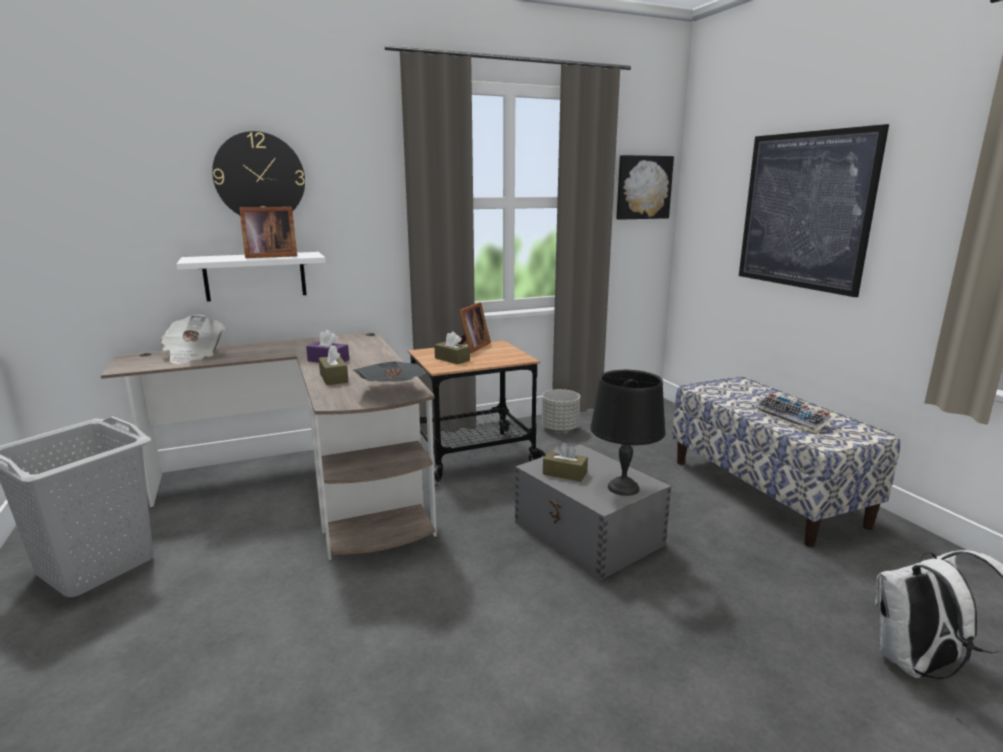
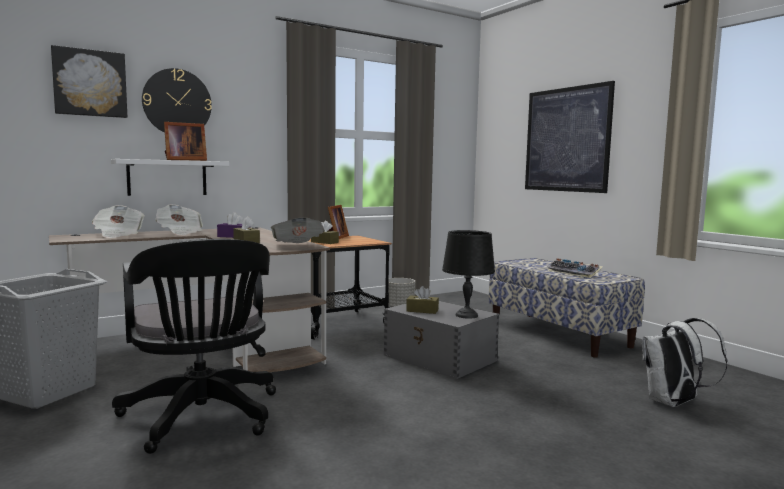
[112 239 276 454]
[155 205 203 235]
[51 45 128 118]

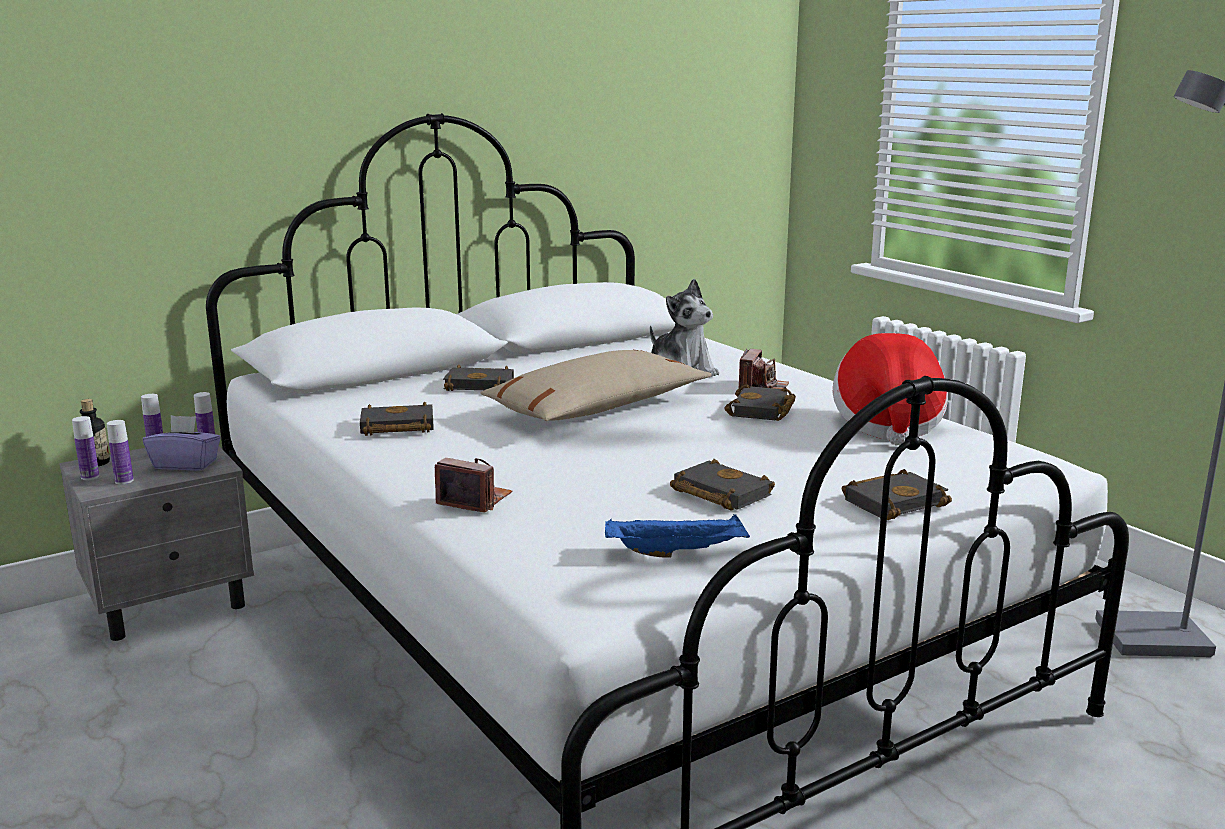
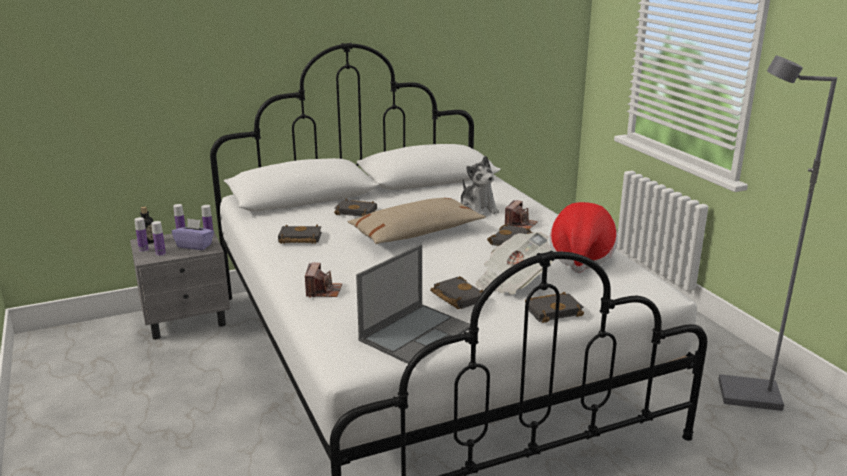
[476 232 554 295]
[356 244 470 364]
[305 262 342 298]

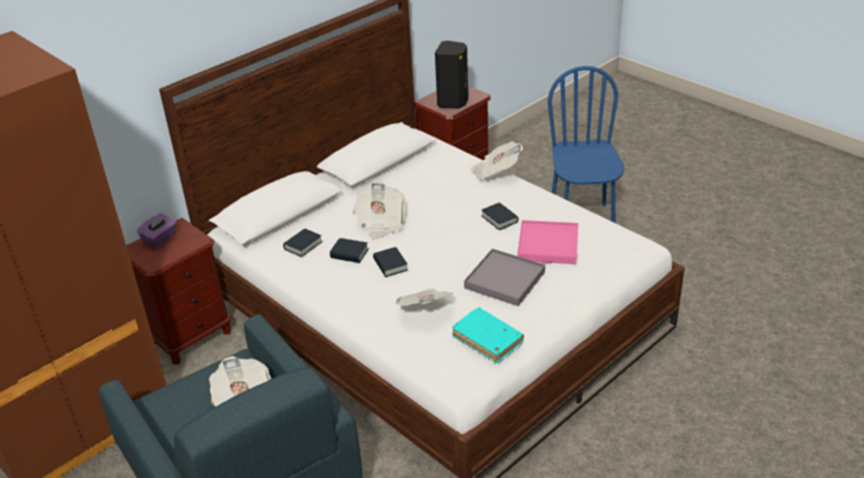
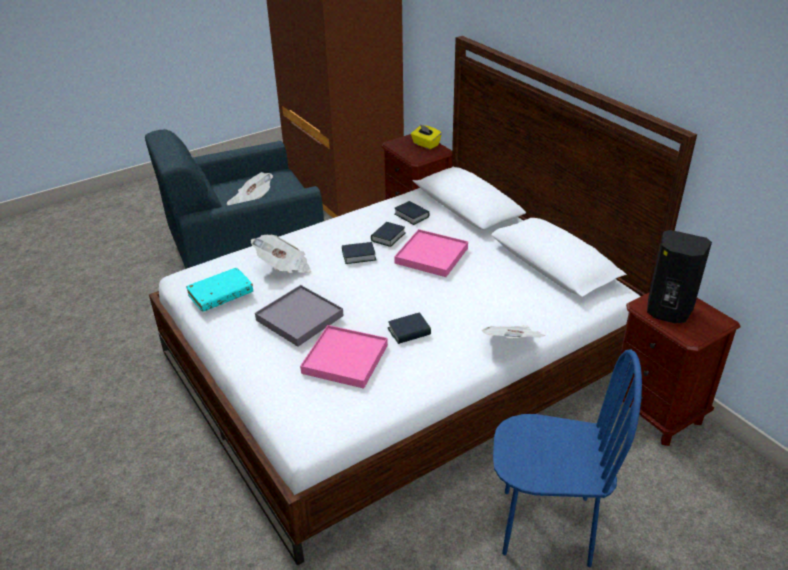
[394 229 468 277]
[411 124 442 149]

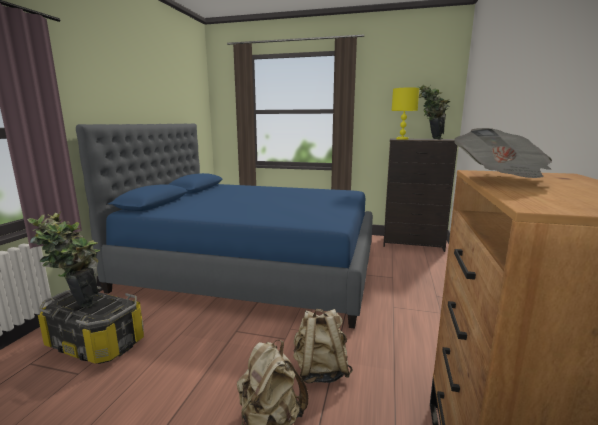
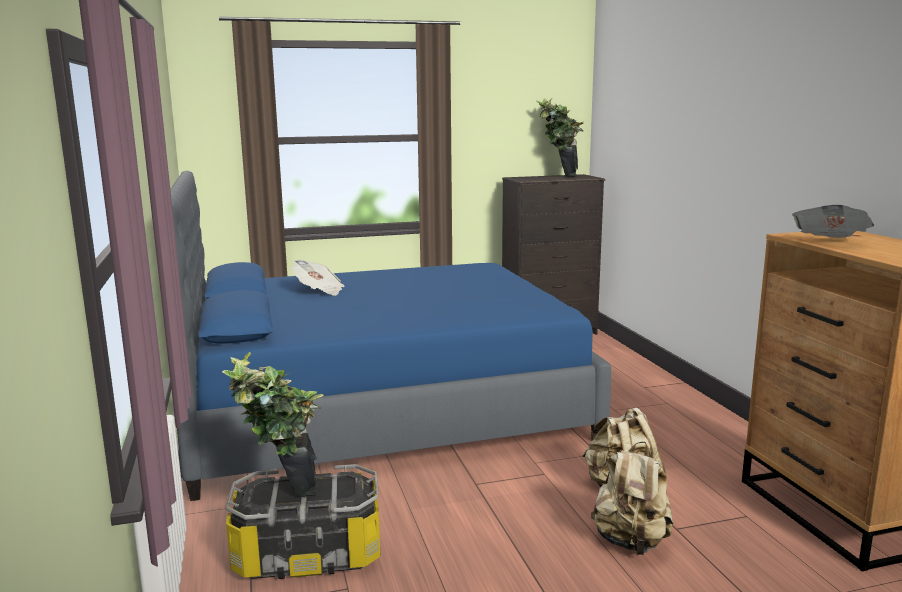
[392 87 419 140] (first image)
[291 260 345 296]

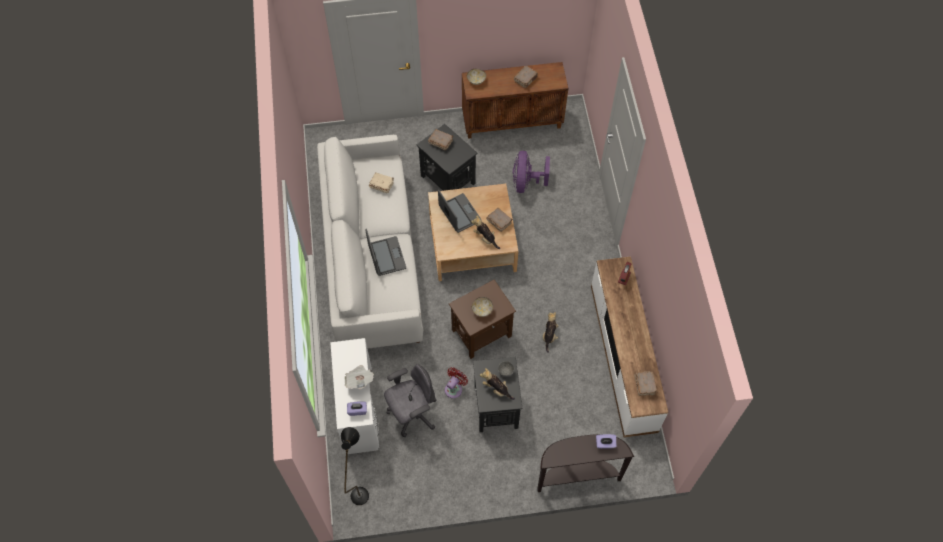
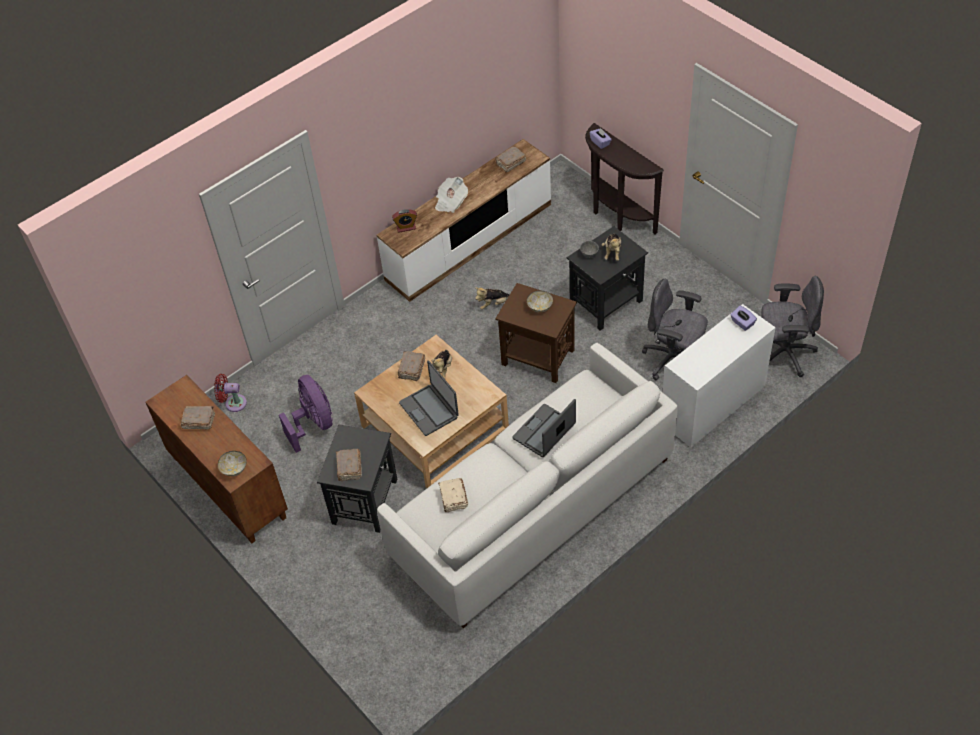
[435 177 468 213]
[214 374 247 412]
[761 276 824 377]
[399 360 459 436]
[279 375 332 453]

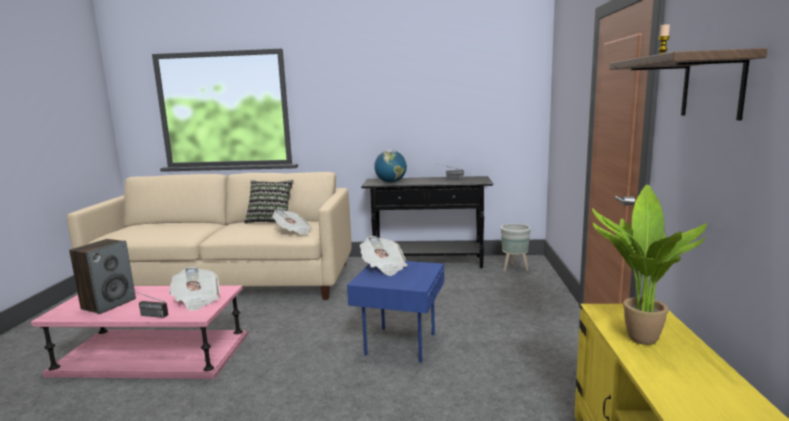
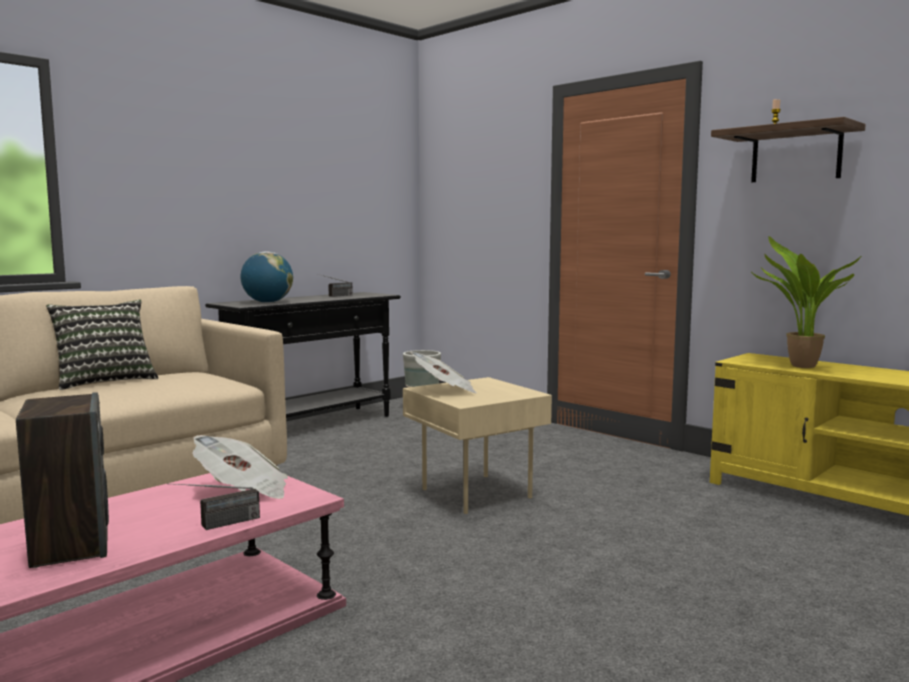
[272 210 312 235] (first image)
[403 377 552 514]

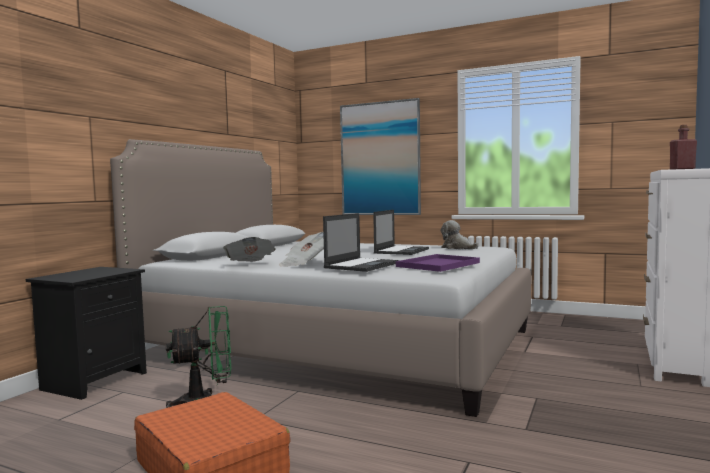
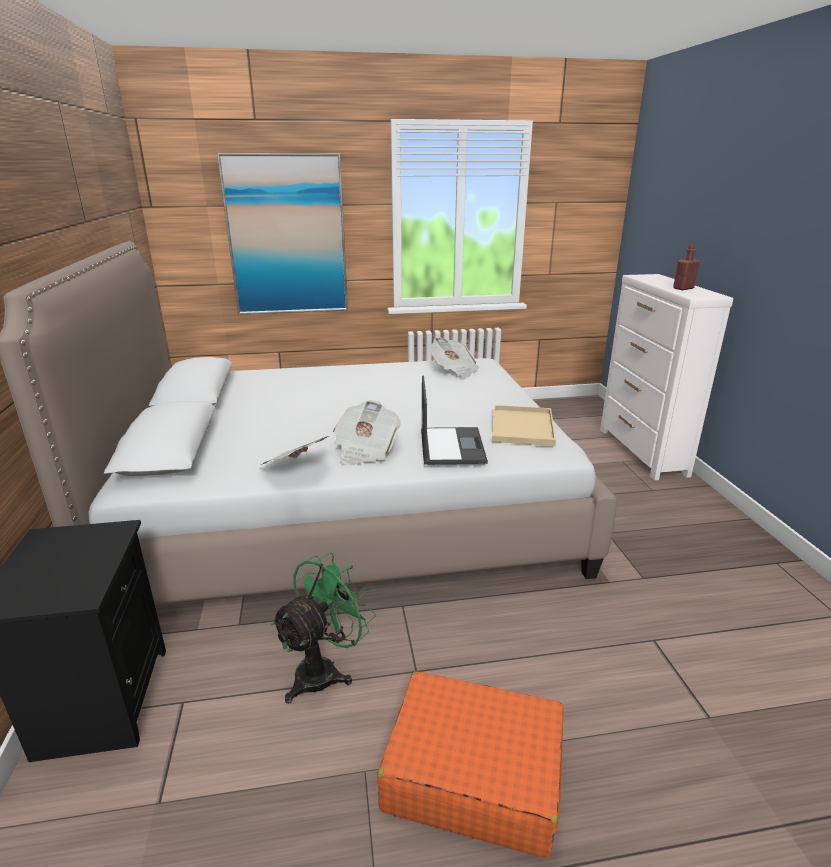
[373 210 429 255] (first image)
[429 337 479 378]
[492 405 556 446]

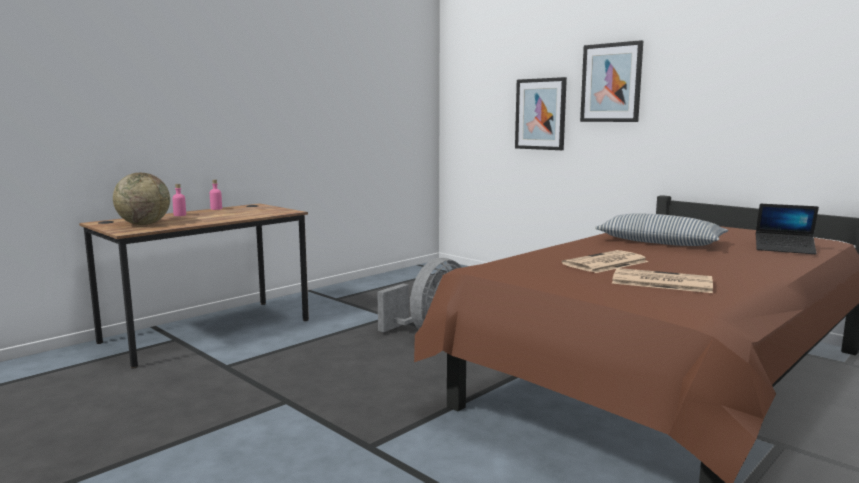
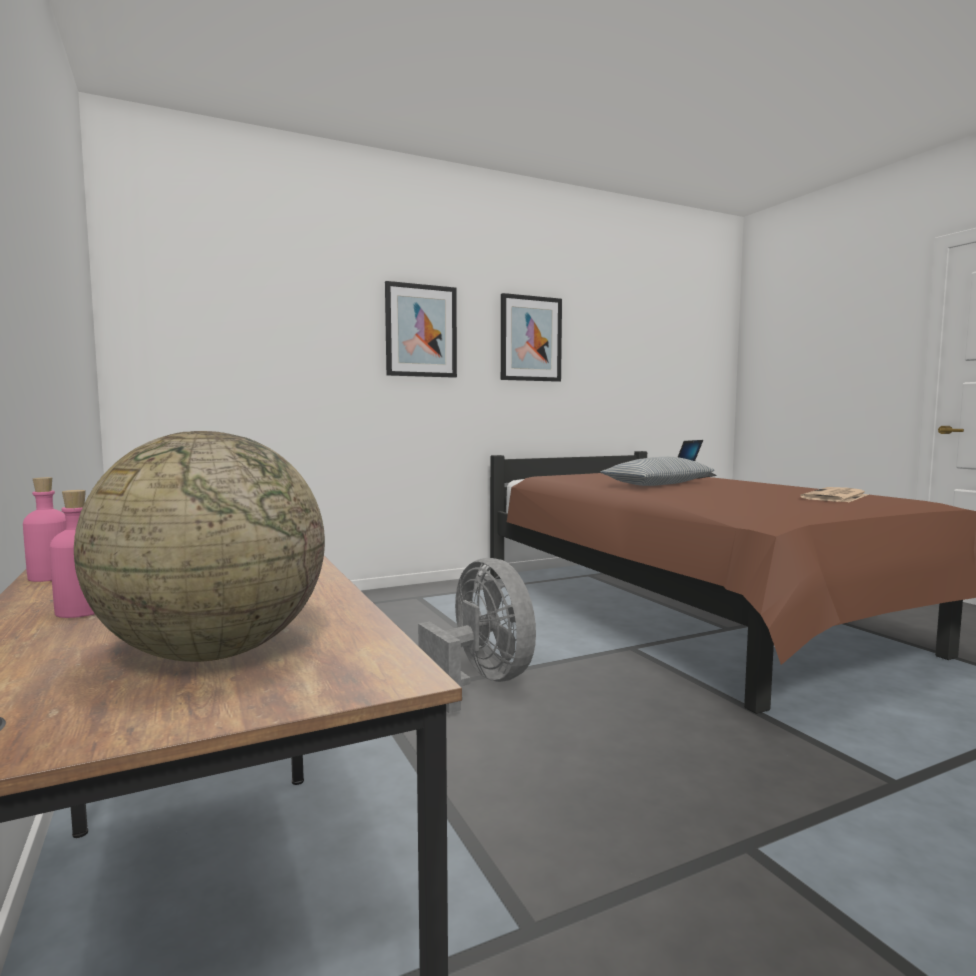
[562 250 649 273] (first image)
[501 293 562 382]

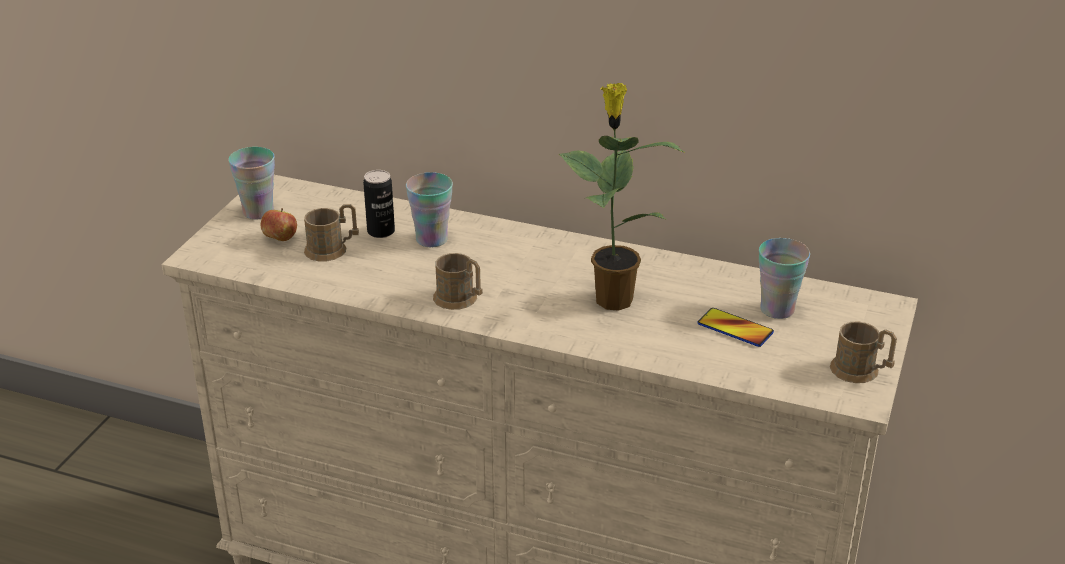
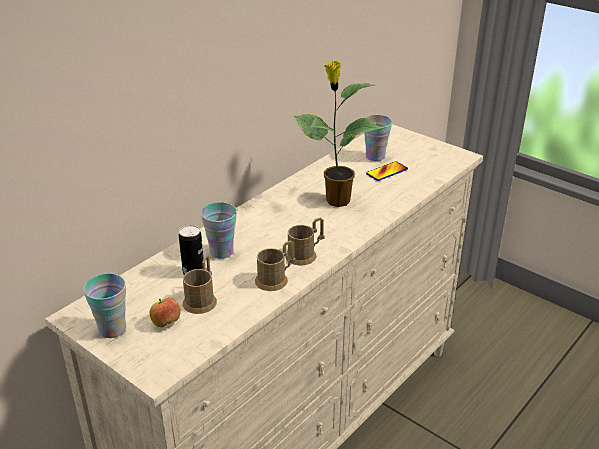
[255 240 296 291]

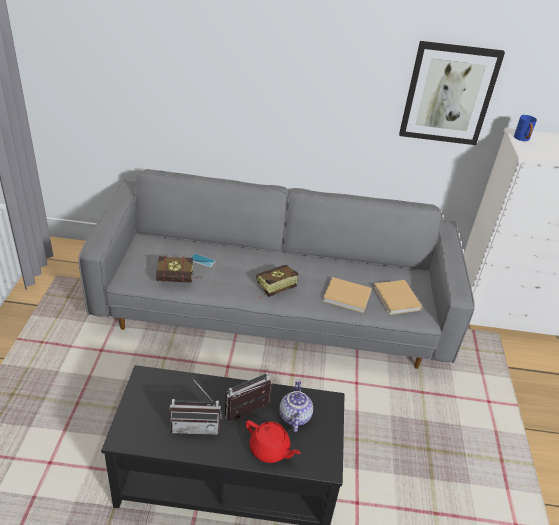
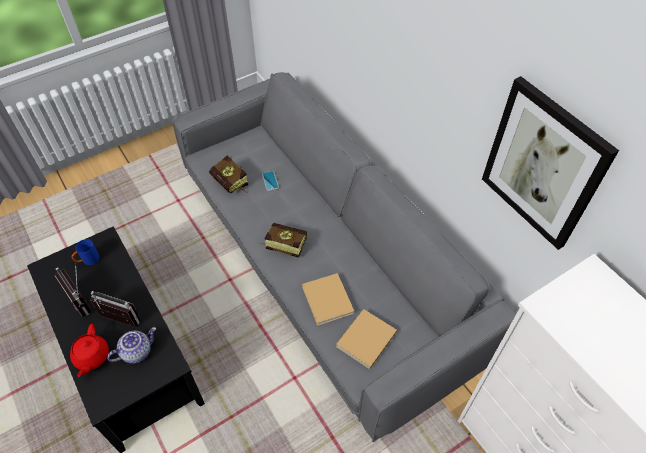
[72 239 99 265]

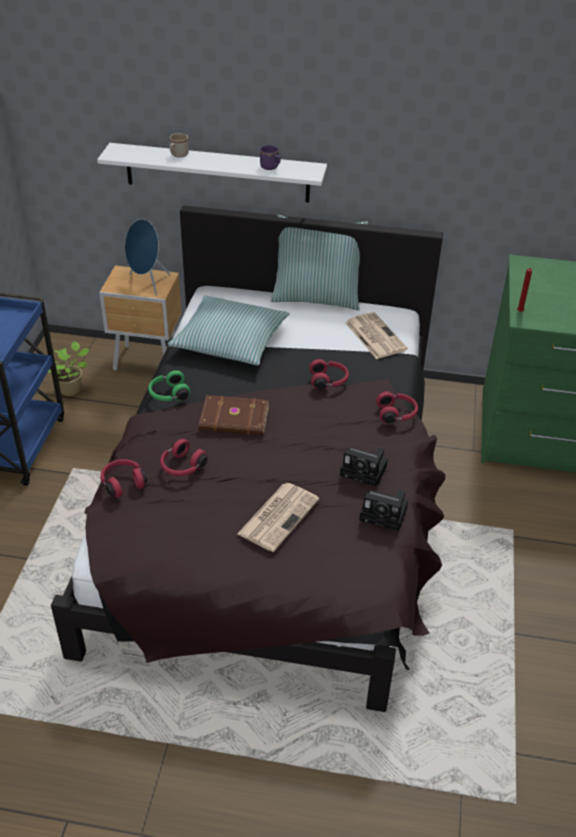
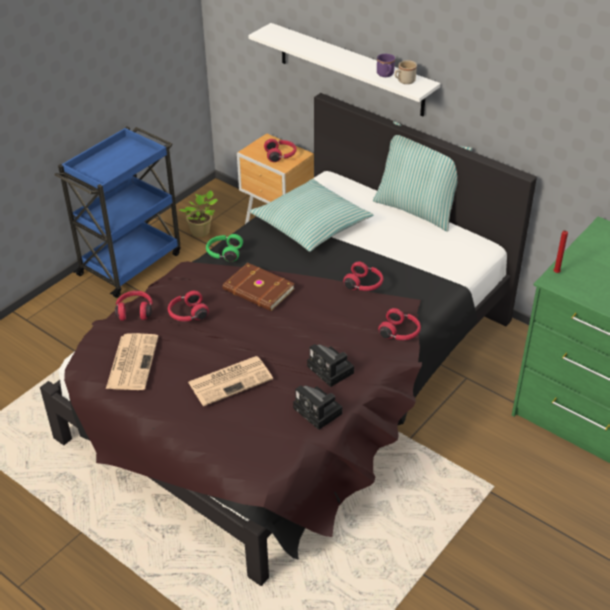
[395 60 417 84]
[106 333 158 390]
[264 139 297 162]

